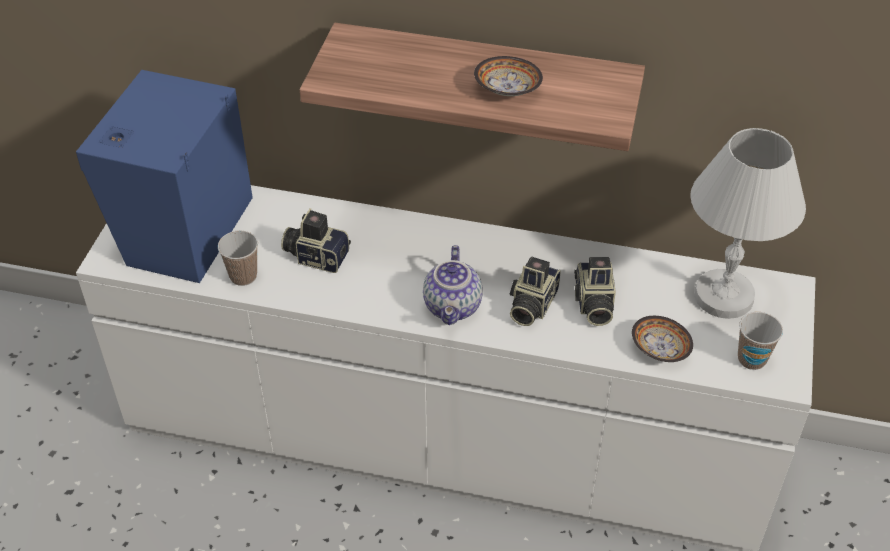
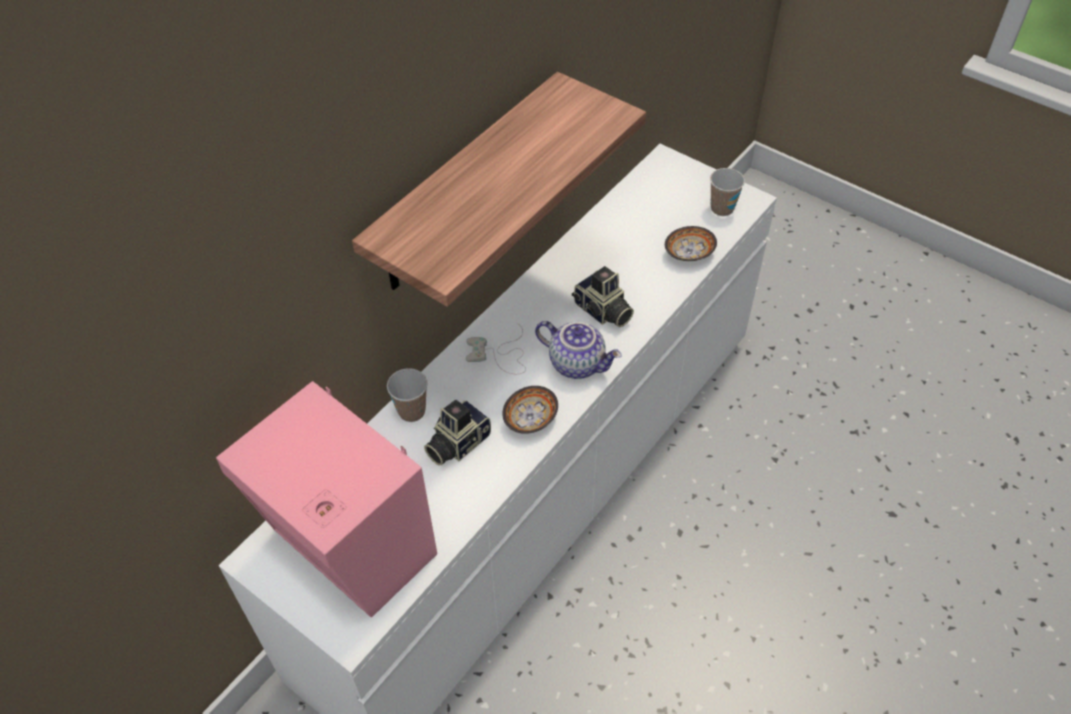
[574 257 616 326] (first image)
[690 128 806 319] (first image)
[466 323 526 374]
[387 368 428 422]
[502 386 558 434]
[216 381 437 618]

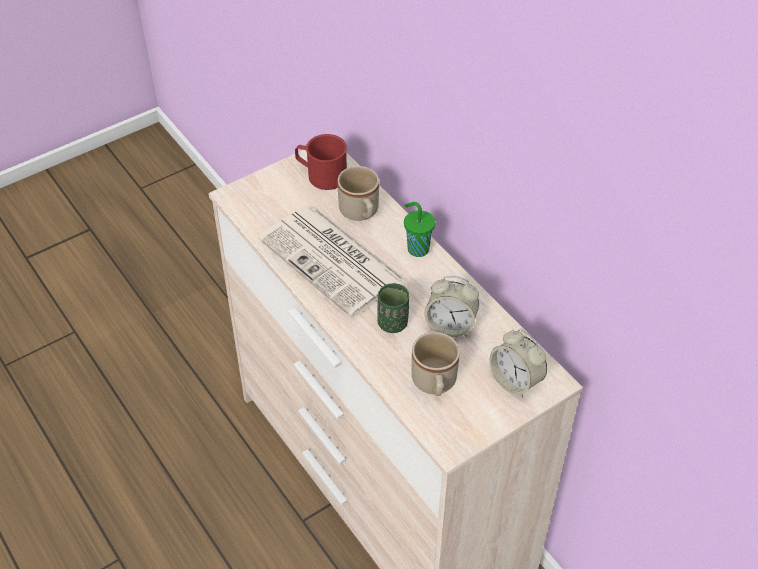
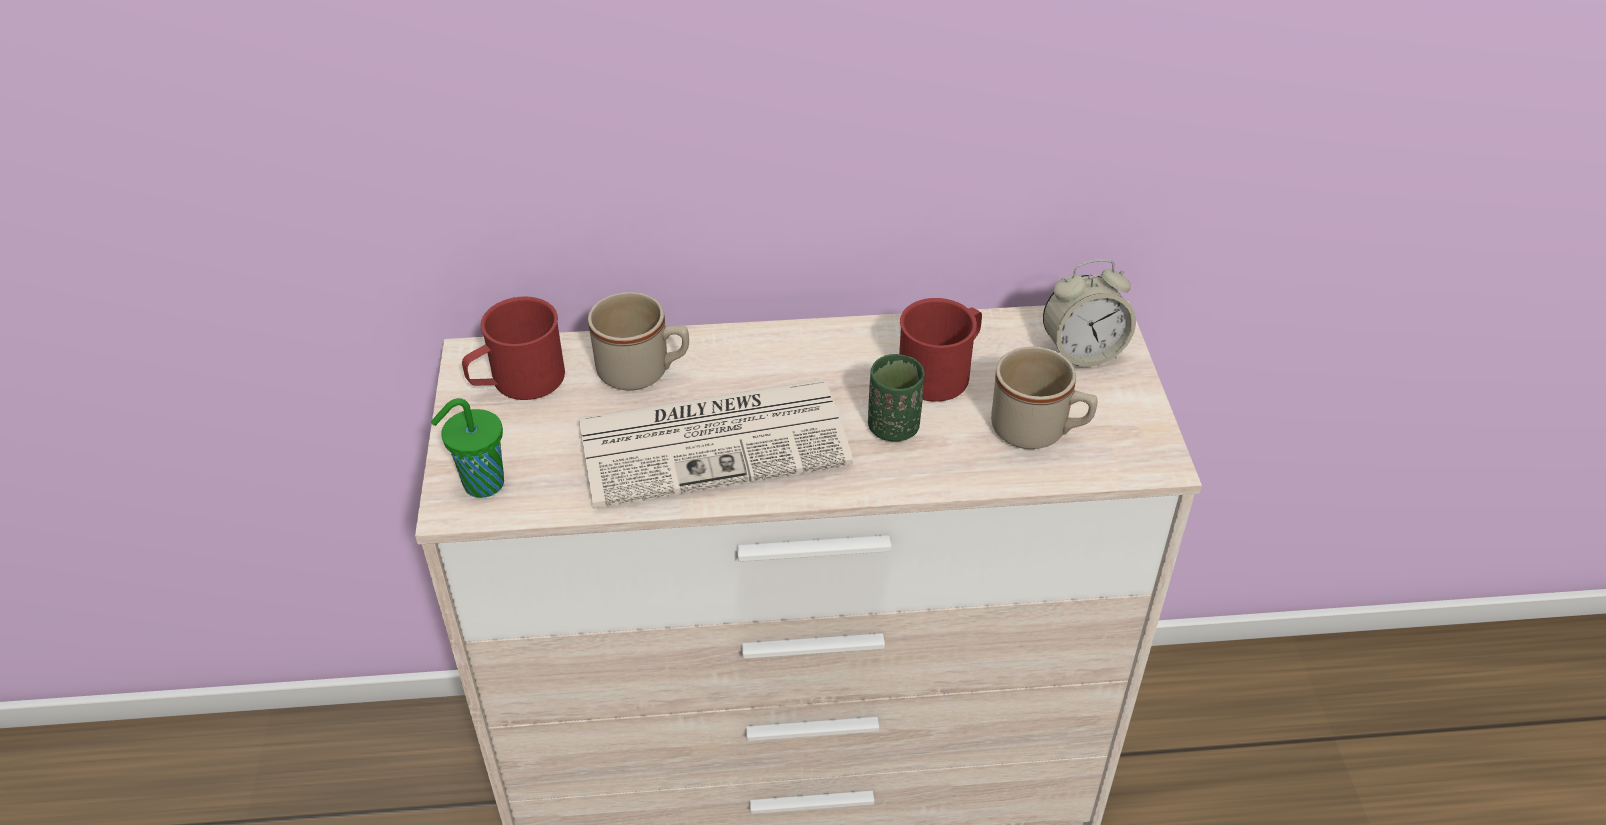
[431 398 504 498]
[899 298 982 402]

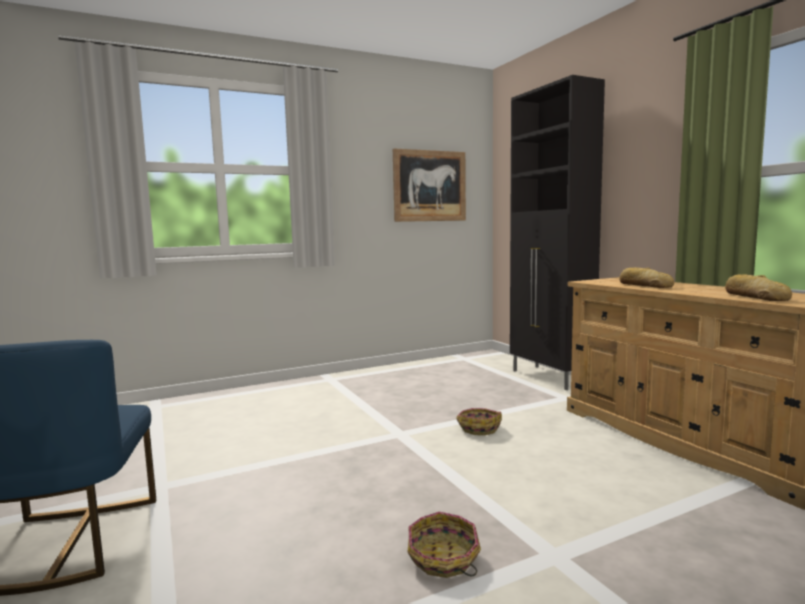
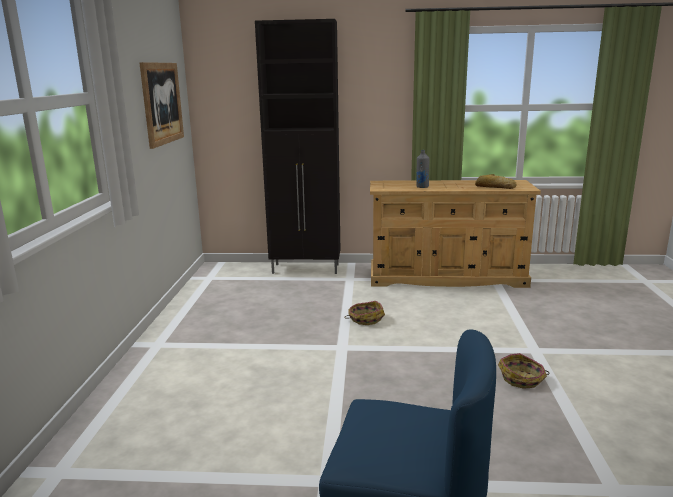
[416 150 429 188]

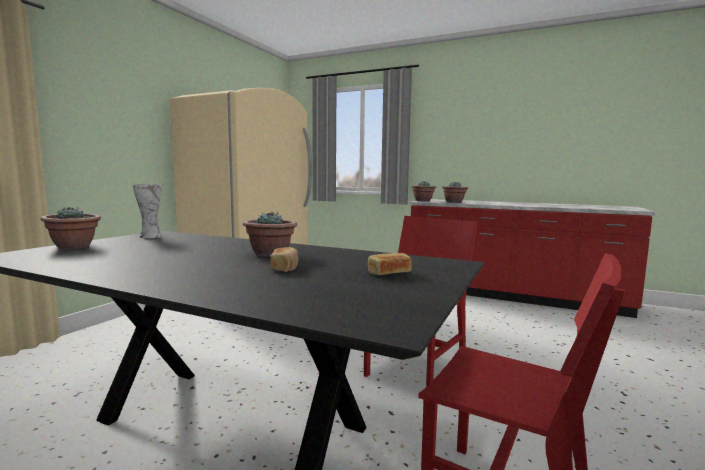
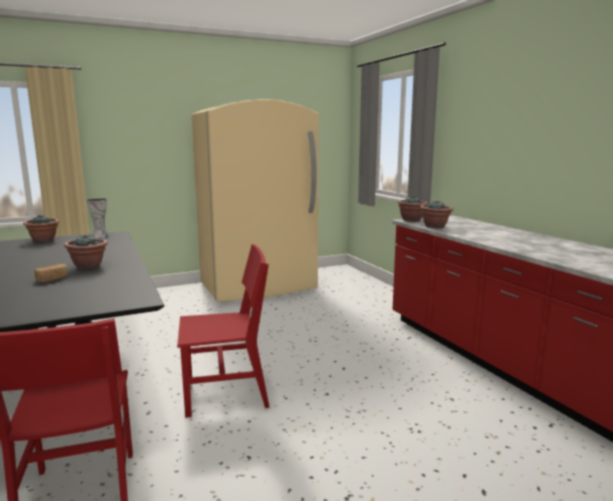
[368 253 412 275] (first image)

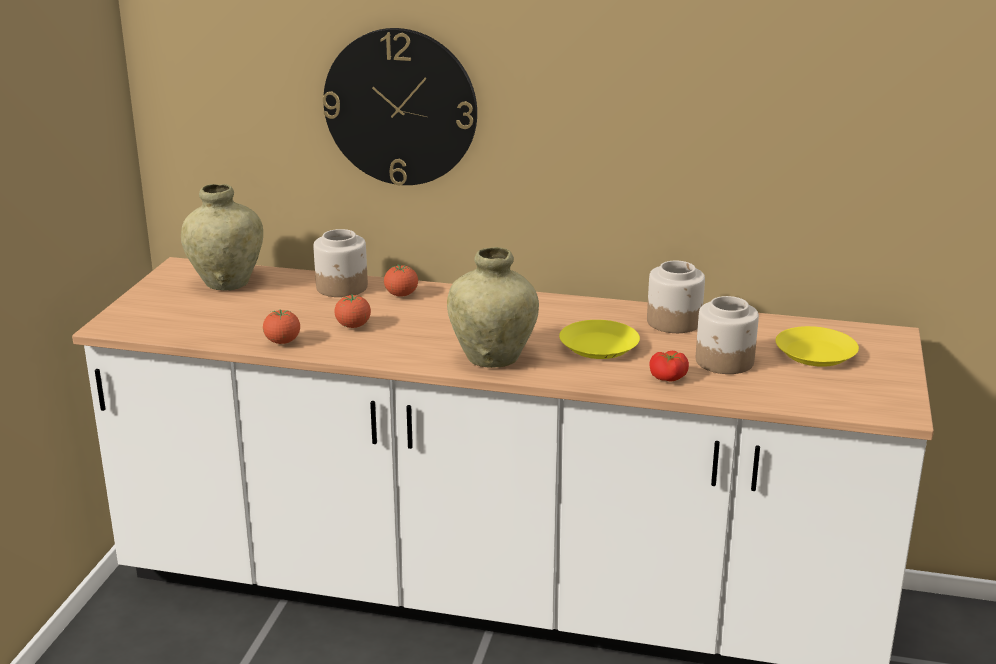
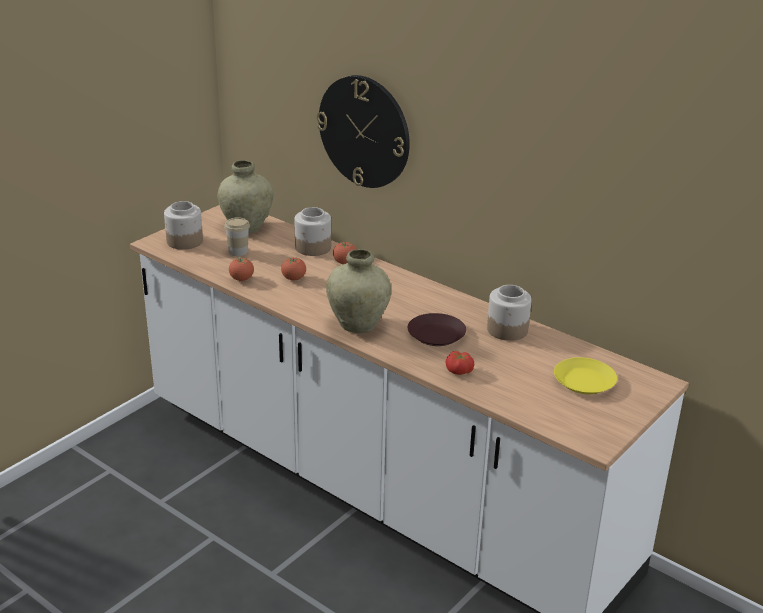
[224 217 250 256]
[164 201 203 250]
[408 313 466 346]

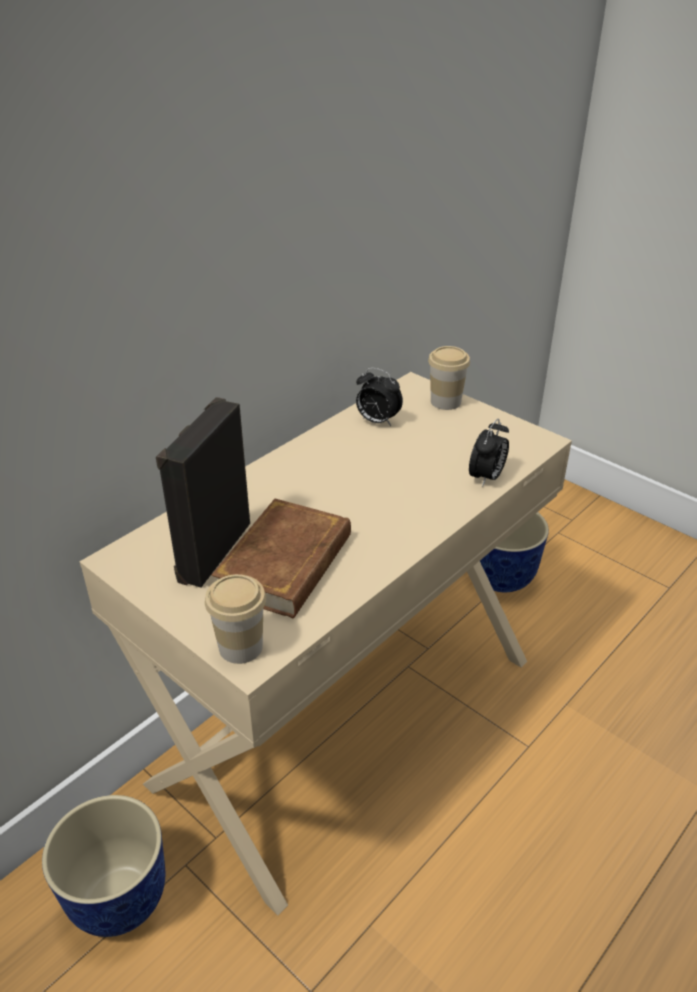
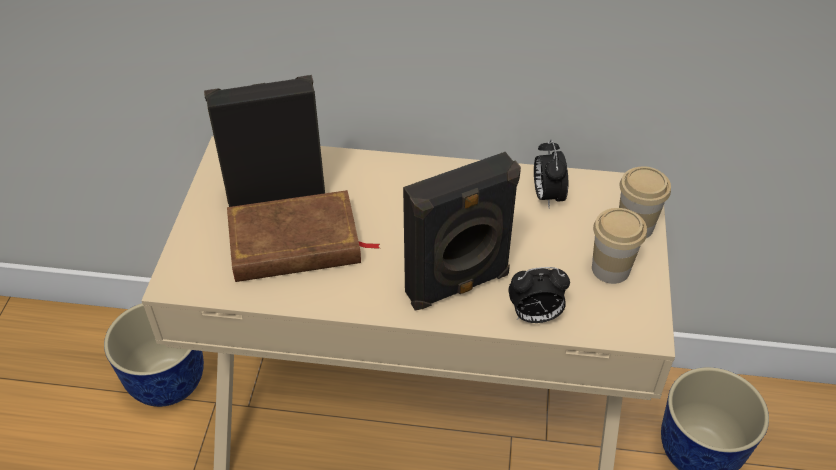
[403 152 521 310]
[592 208 647 284]

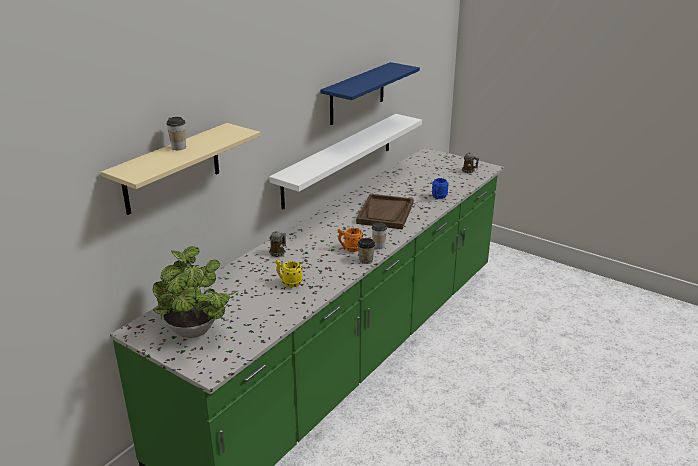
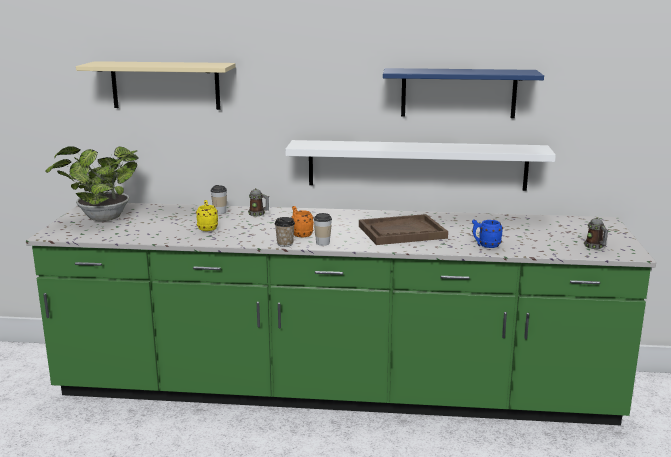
[211 185 227 214]

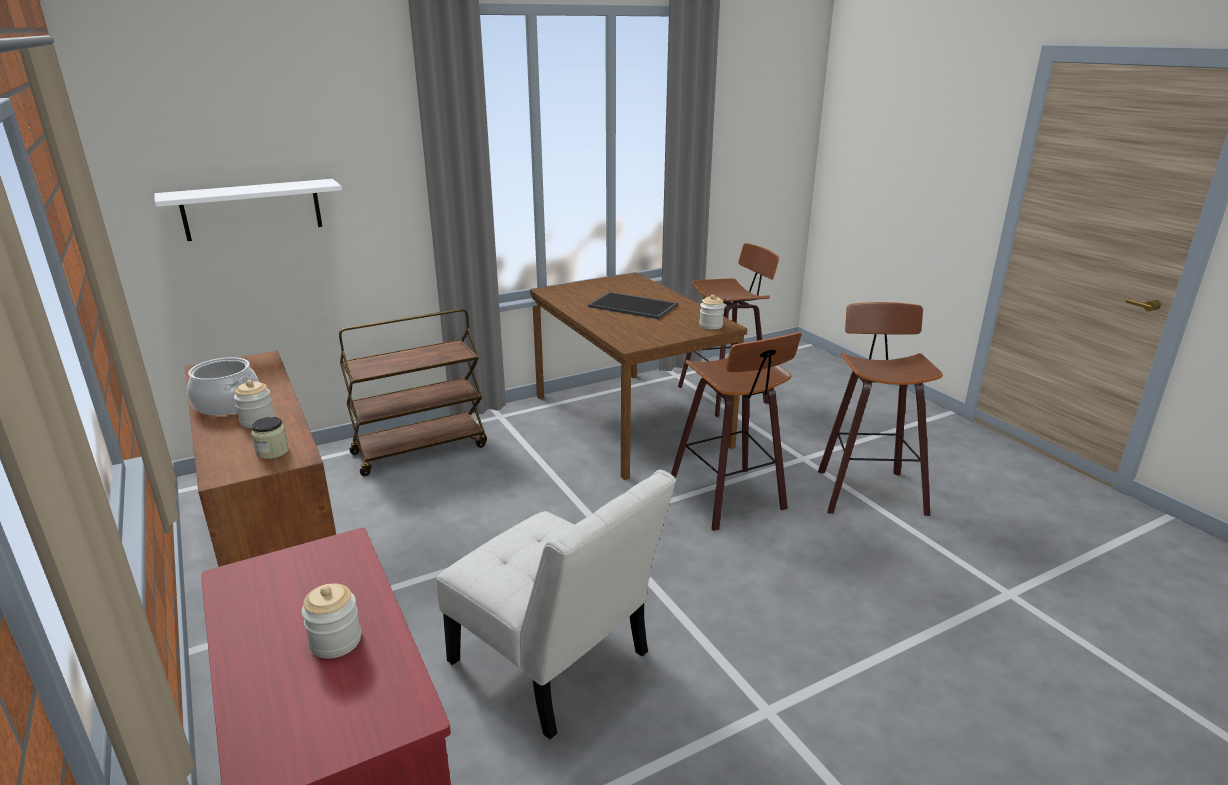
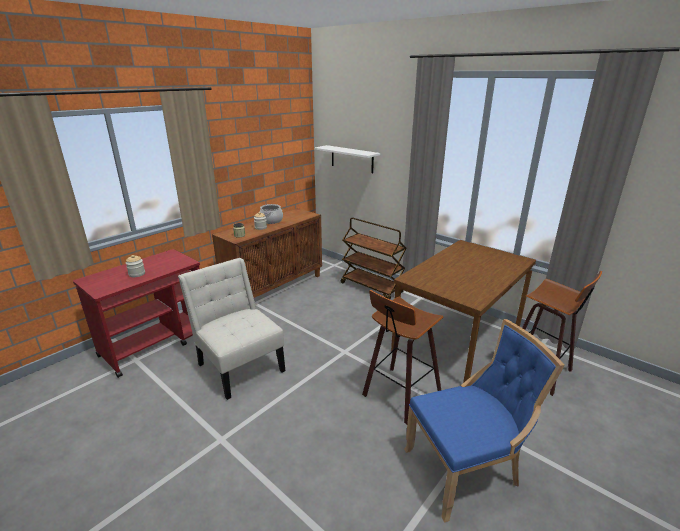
[588 292 678 319] (first image)
[699 295 725 330] (first image)
[404 319 565 523]
[178 258 285 400]

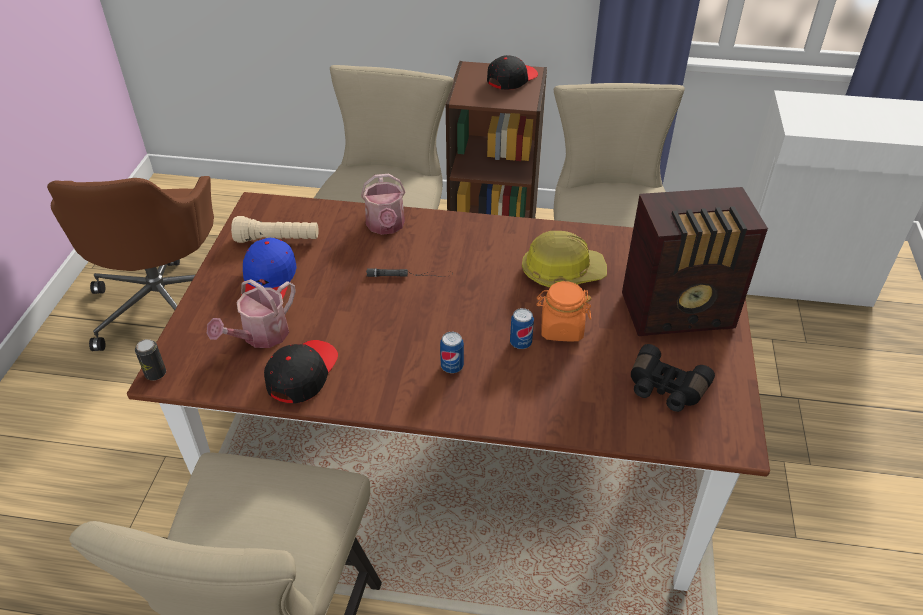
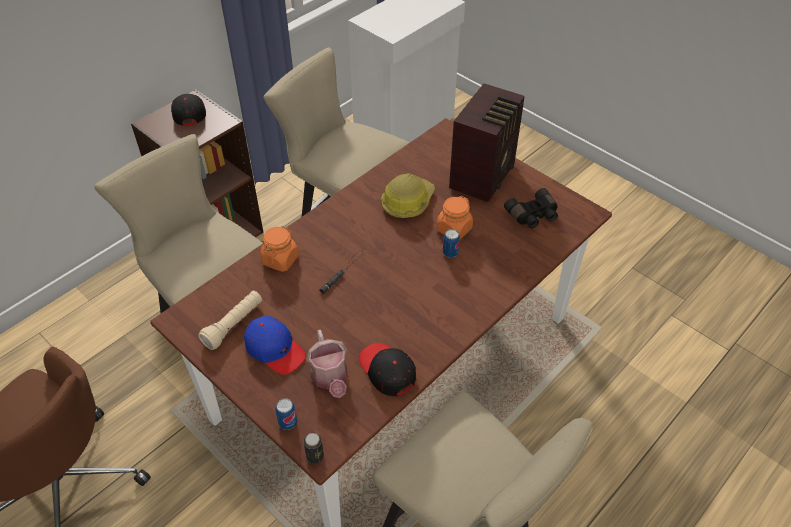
[275 398 297 430]
[260 226 299 272]

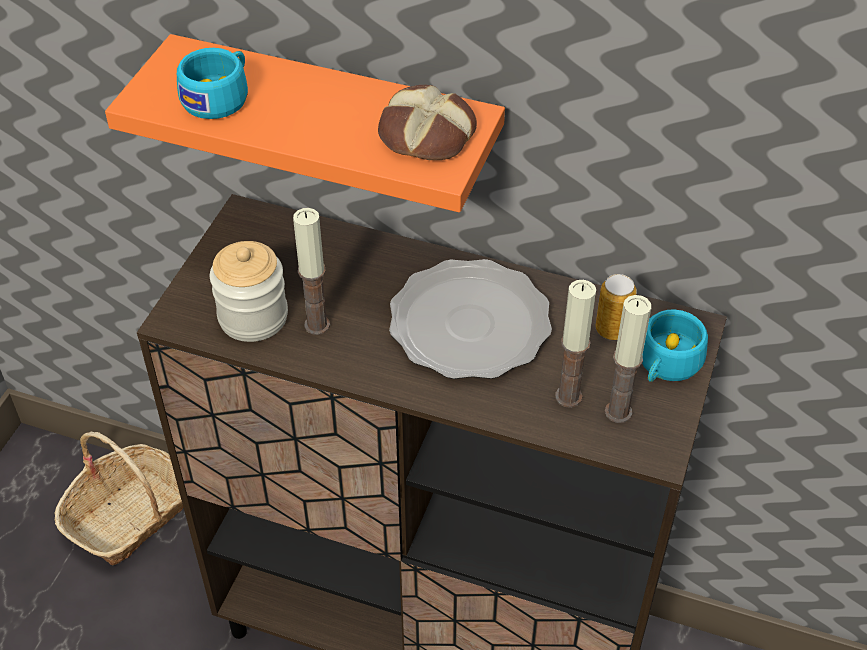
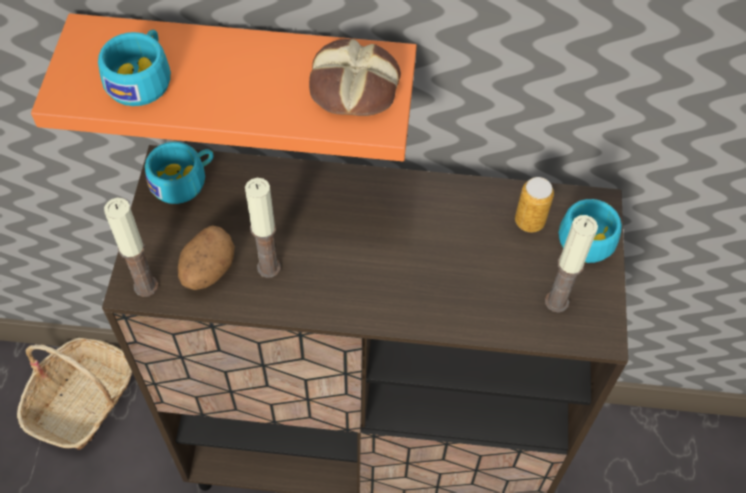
[389 259 552 379] (first image)
[145 142 213 204]
[104 198 158 297]
[178 225 235 290]

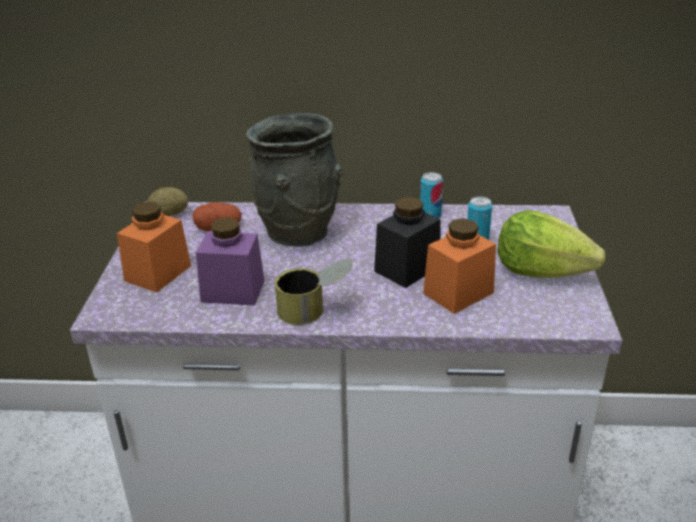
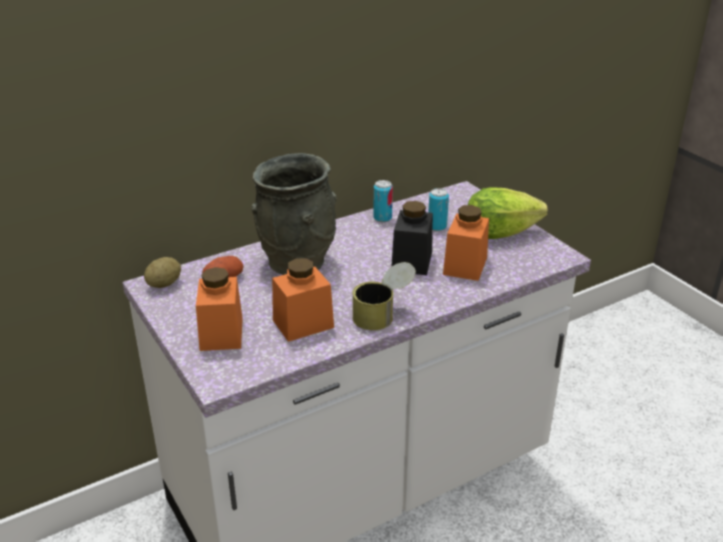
[272 258 334 342]

